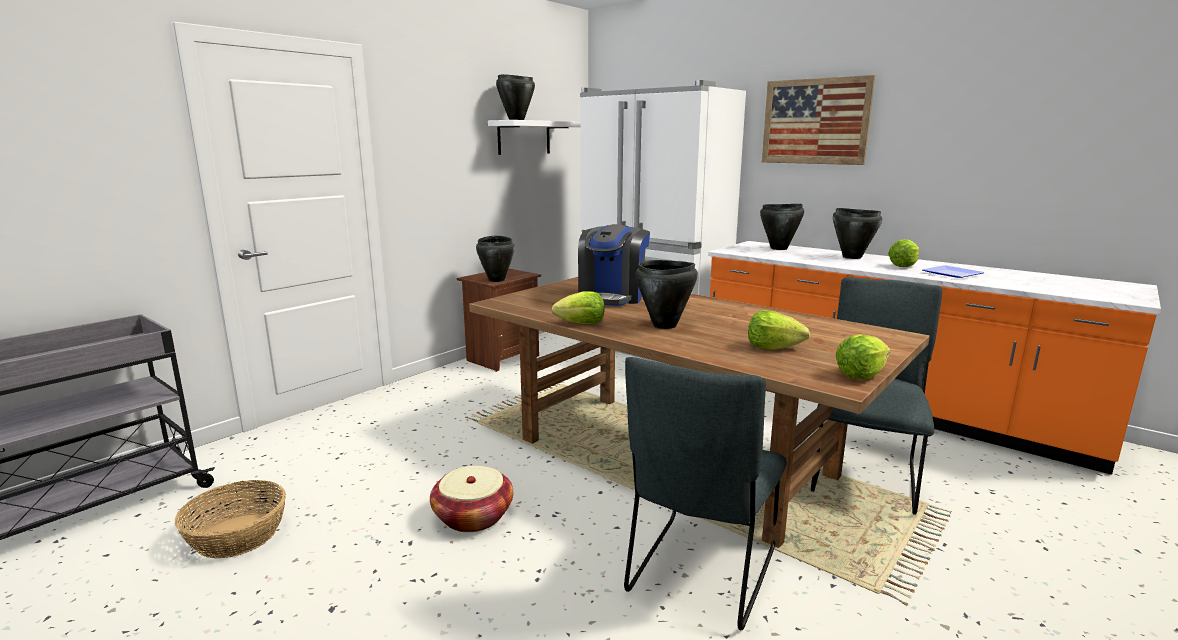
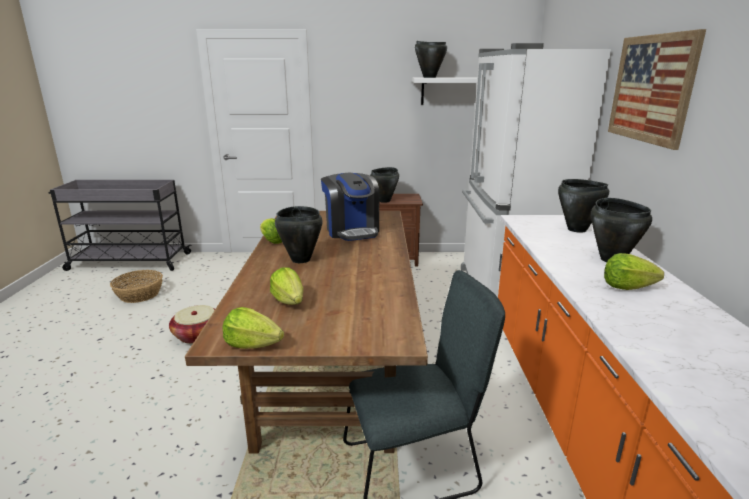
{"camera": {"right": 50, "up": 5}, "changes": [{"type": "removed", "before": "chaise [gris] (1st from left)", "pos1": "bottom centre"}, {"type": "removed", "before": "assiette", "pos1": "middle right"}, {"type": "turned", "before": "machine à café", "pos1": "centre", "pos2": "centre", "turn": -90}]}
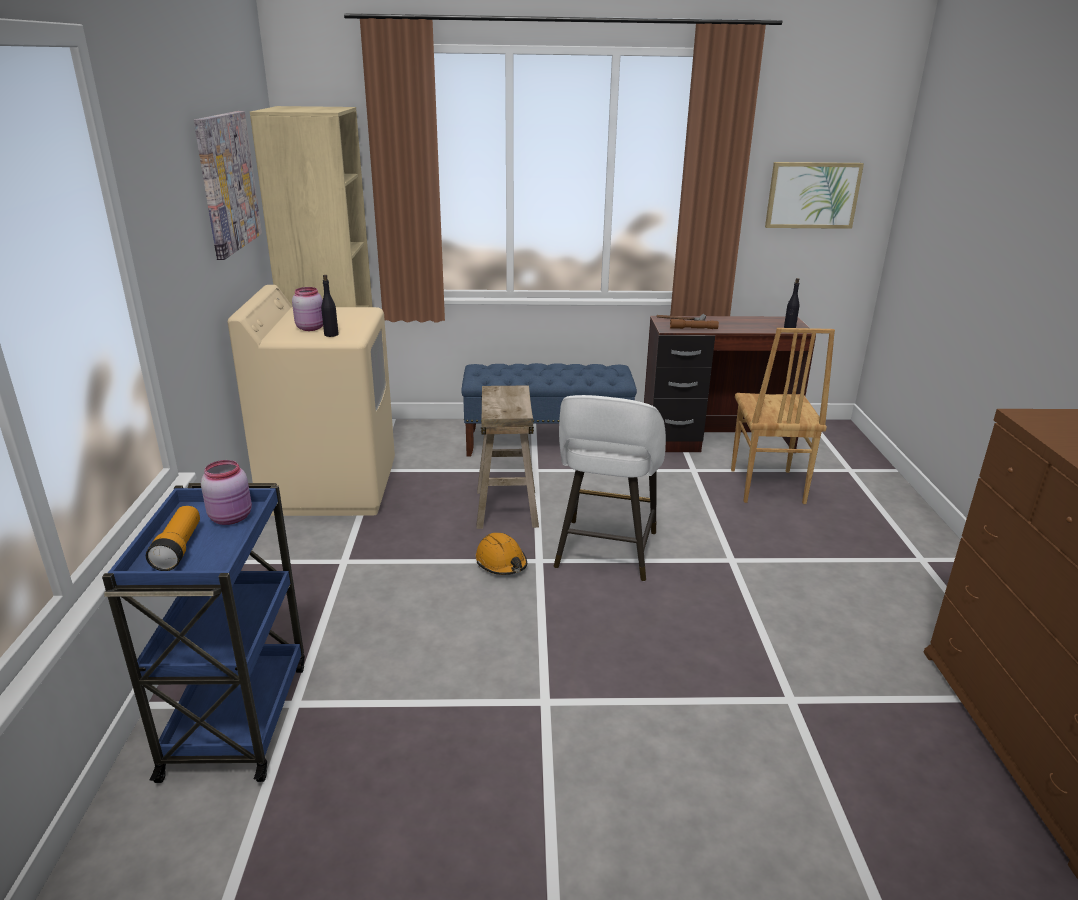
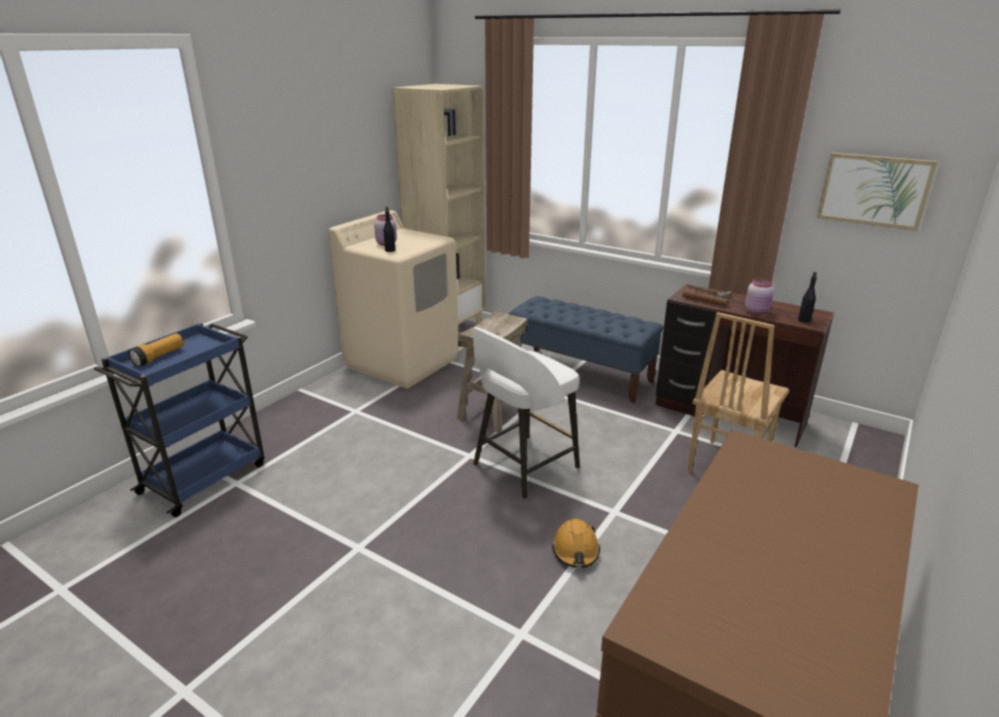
{"camera": {"right": 35, "up": 0}, "changes": [{"type": "removed", "before": "tableau (1st from left)", "pos1": "top left"}, {"type": "moved", "before": "bocal [rose] (1st from left in the first image)", "after": "bocal [rose] (2nd from left)", "pos1": "middle left", "pos2": "middle right"}, {"type": "moved", "before": "casque de chantier [orange]", "pos1": "centre", "pos2": "bottom centre"}]}
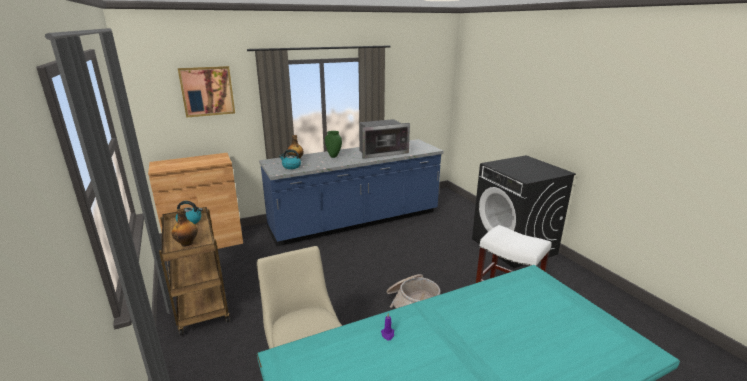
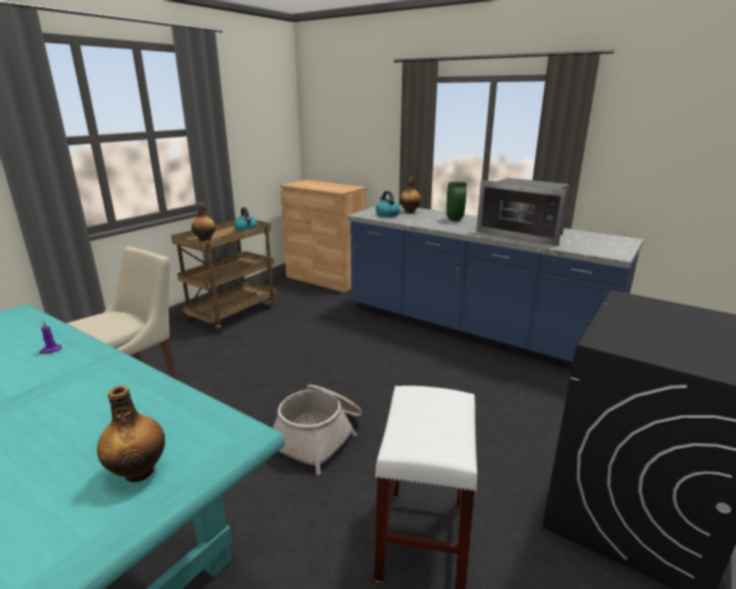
{"camera": {"right": 60, "up": 0}, "changes": [{"type": "removed", "before": "tableau", "pos1": "top left"}, {"type": "added", "after": "bouteille (1st from left)", "pos2": "bottom left"}]}
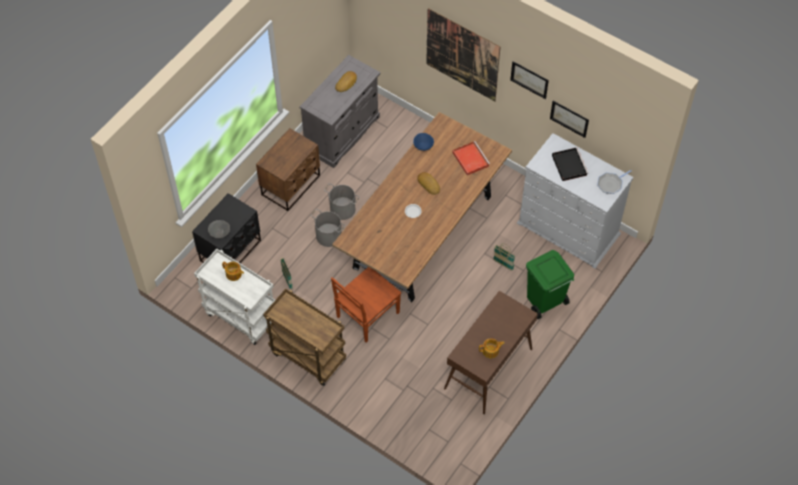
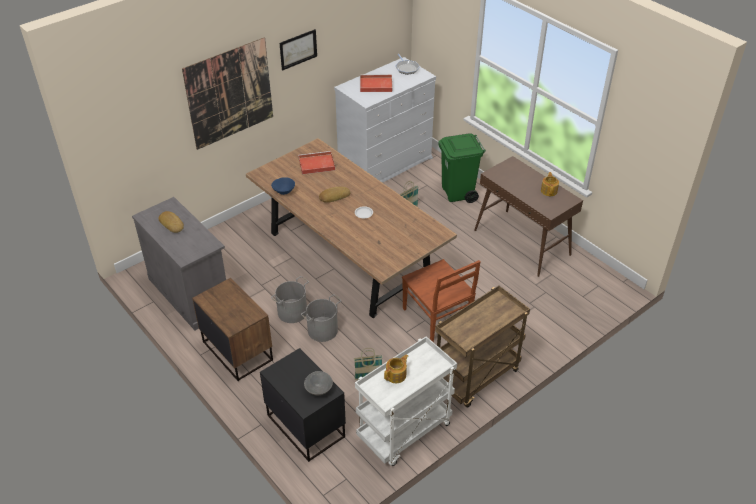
{"camera": {"right": -75, "up": -15}, "changes": [{"type": "removed", "before": "tableau (3rd from left)", "pos1": "top right"}, {"type": "recoloured", "before": "plateau [noir]", "after": "plateau [rouge] (2nd from left)", "pos1": "middle right", "pos2": "top centre"}]}
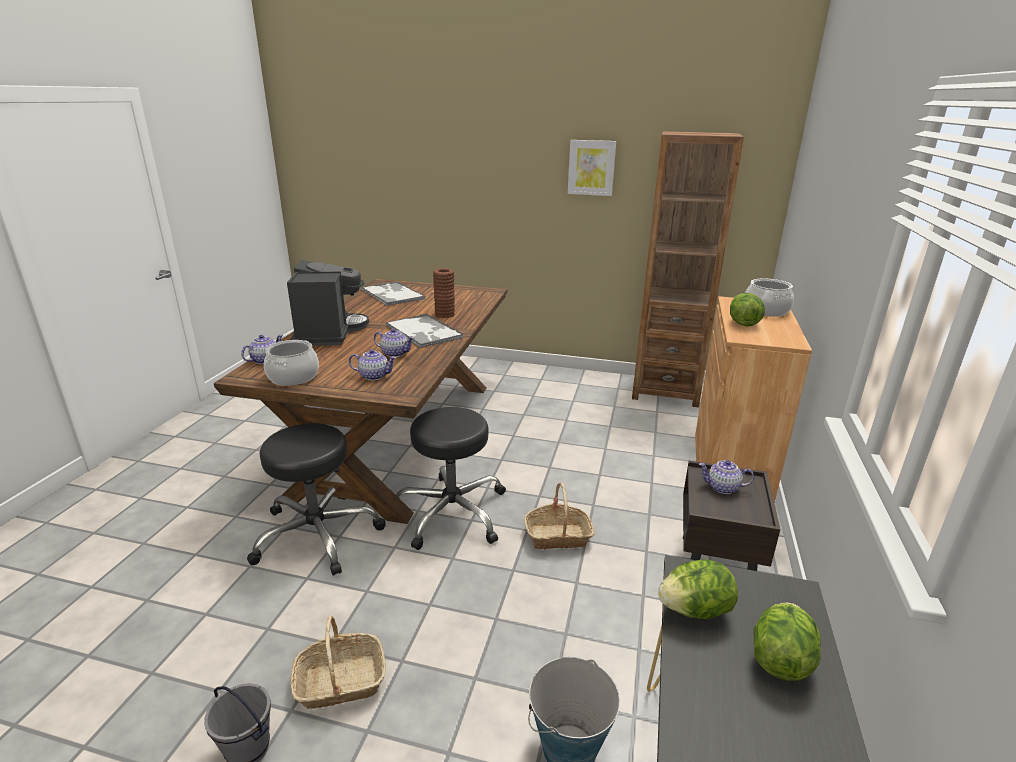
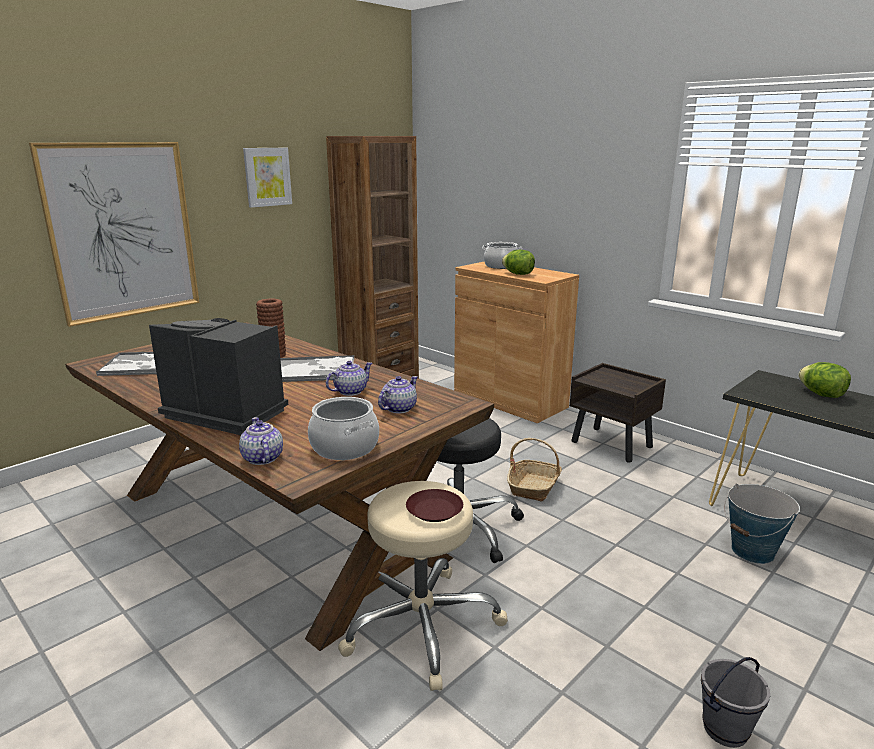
{"camera": {"right": -60, "up": -5}, "changes": [{"type": "removed", "before": "panier (1st from left)", "pos1": "bottom left"}, {"type": "removed", "before": "laitue (1st from left)", "pos1": "bottom right"}, {"type": "removed", "before": "théière (4th from left)", "pos1": "middle right"}, {"type": "added", "after": "tableau (1st from left)", "pos2": "top left"}, {"type": "added", "after": "assiette [marron]", "pos2": "bottom centre"}, {"type": "recoloured", "before": "tabouret [noir] (1st from left)", "after": "tabouret [beige]", "pos1": "middle left", "pos2": "bottom centre"}]}
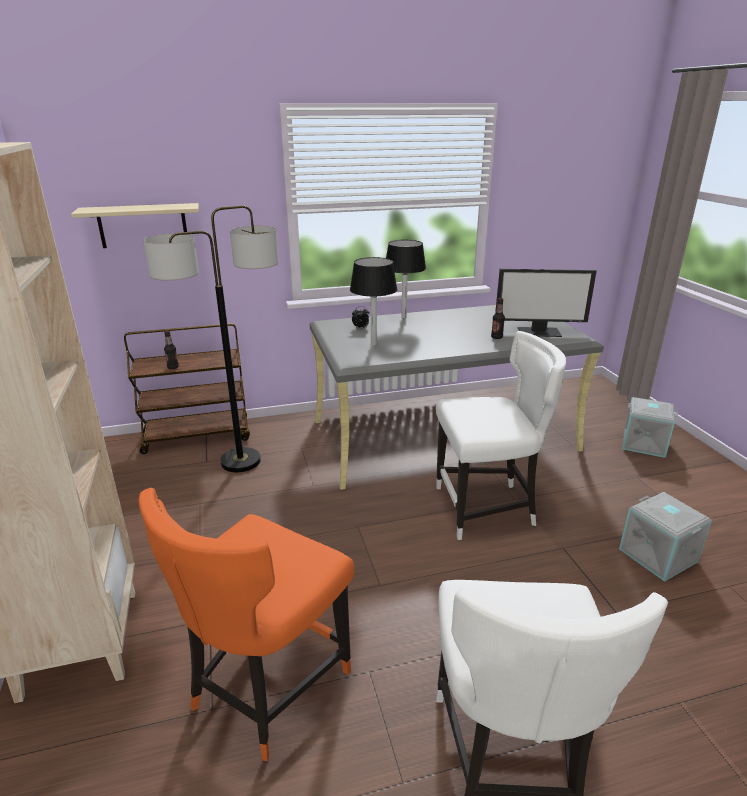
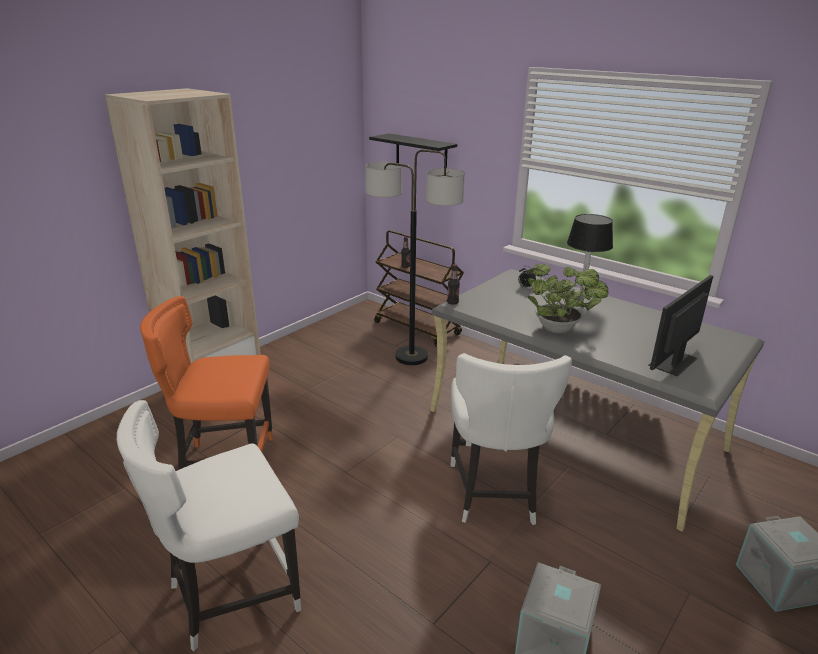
{"camera": {"right": 55, "up": 0}, "changes": [{"type": "removed", "before": "lampe de table [noir] (1st from left)", "pos1": "centre"}, {"type": "added", "after": "plante en pot", "pos2": "middle right"}, {"type": "moved", "before": "bouteille (2nd from left)", "pos1": "middle right", "pos2": "centre"}, {"type": "recoloured", "before": "étagère [beige]", "after": "étagère [noir]", "pos1": "top left", "pos2": "top centre"}, {"type": "turned", "before": "chaise [blanc] (1st from left in the first image)", "pos1": "middle right", "pos2": "bottom centre", "turn": 45}, {"type": "turned", "before": "écran d'ordinateur", "pos1": "middle right", "pos2": "middle right", "turn": 75}]}
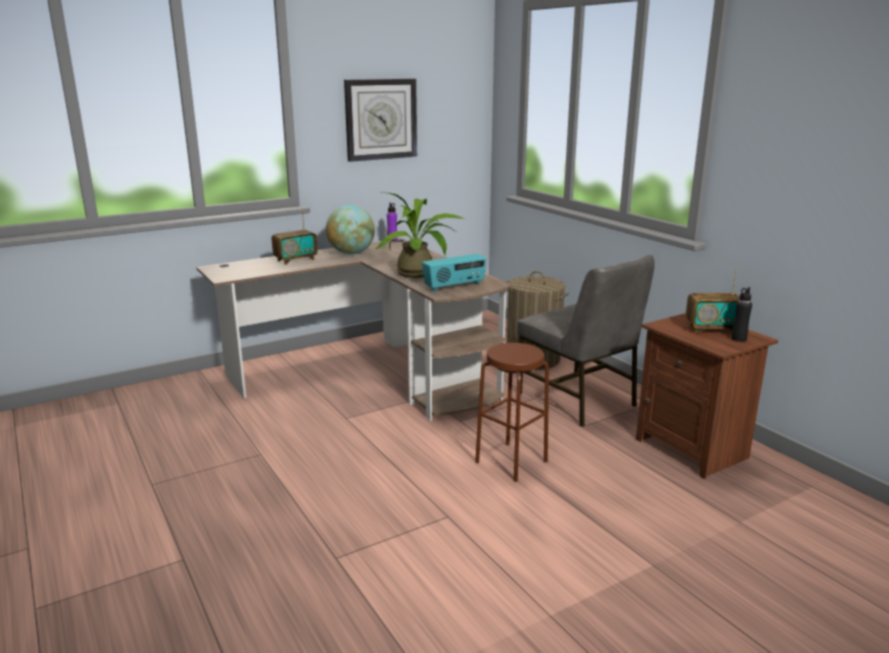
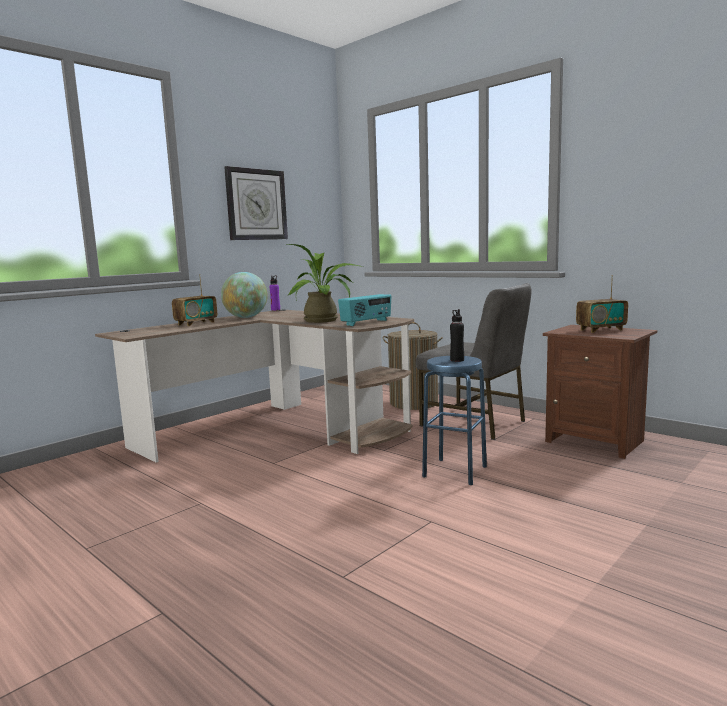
{"camera": {"right": -15, "up": -10}, "changes": [{"type": "moved", "before": "bouteille [noir]", "pos1": "middle right", "pos2": "centre"}, {"type": "recoloured", "before": "tabouret [marron]", "after": "tabouret [bleu]", "pos1": "centre", "pos2": "centre"}]}
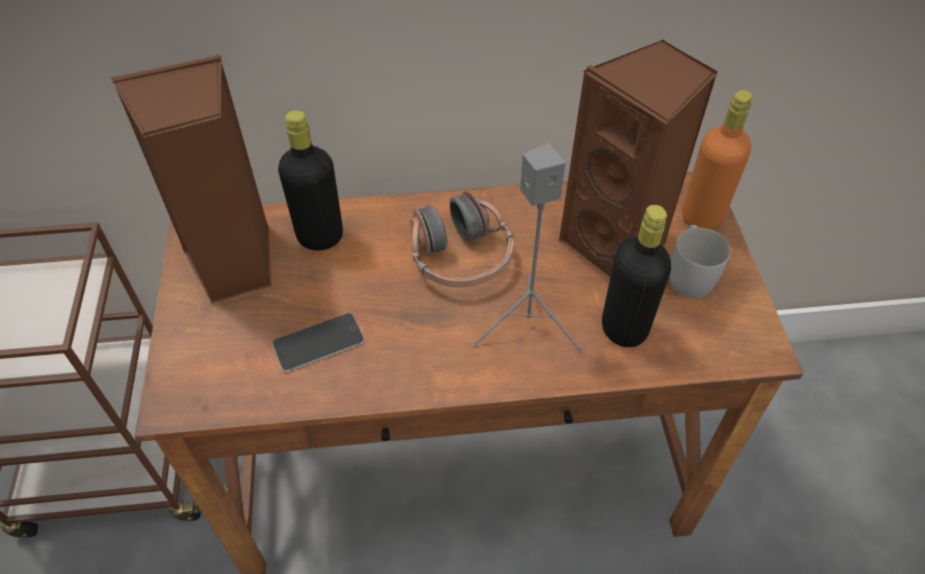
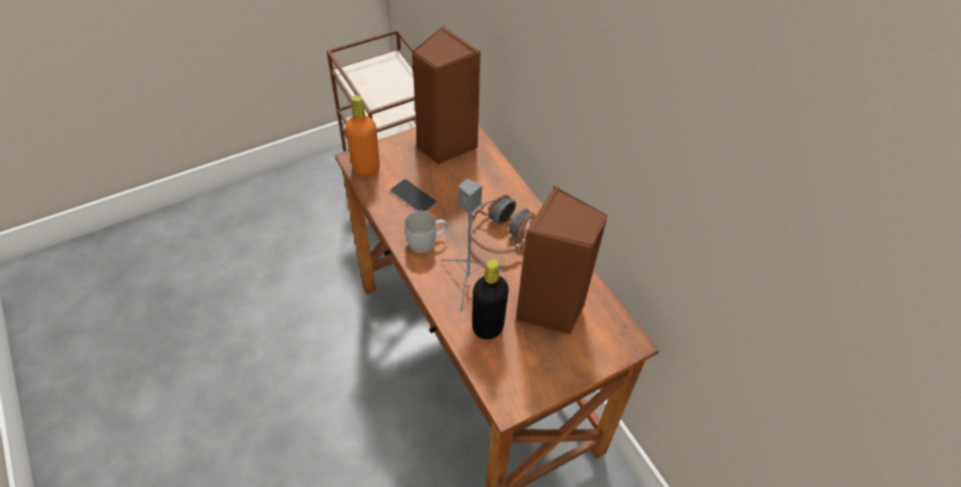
{"camera": {"right": 65, "up": 0}, "changes": [{"type": "removed", "before": "bouteille [noir] (1st from left)", "pos1": "top centre"}, {"type": "moved", "before": "mug [blanc]", "pos1": "middle right", "pos2": "centre"}, {"type": "moved", "before": "bouteille [orange]", "pos1": "top right", "pos2": "top centre"}]}
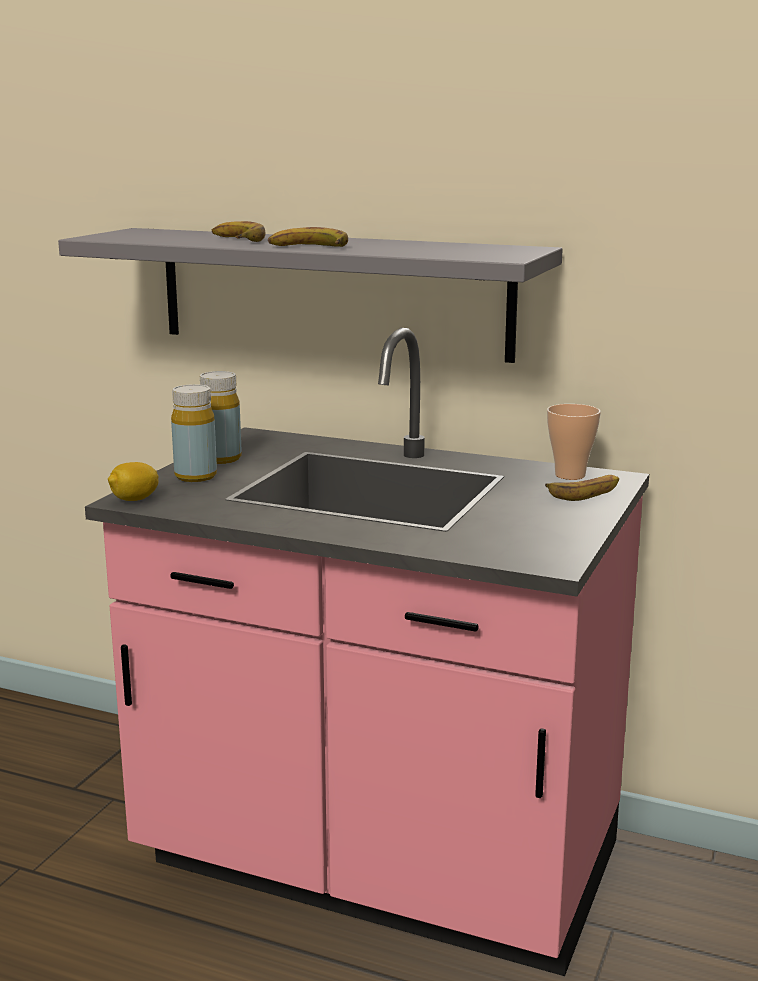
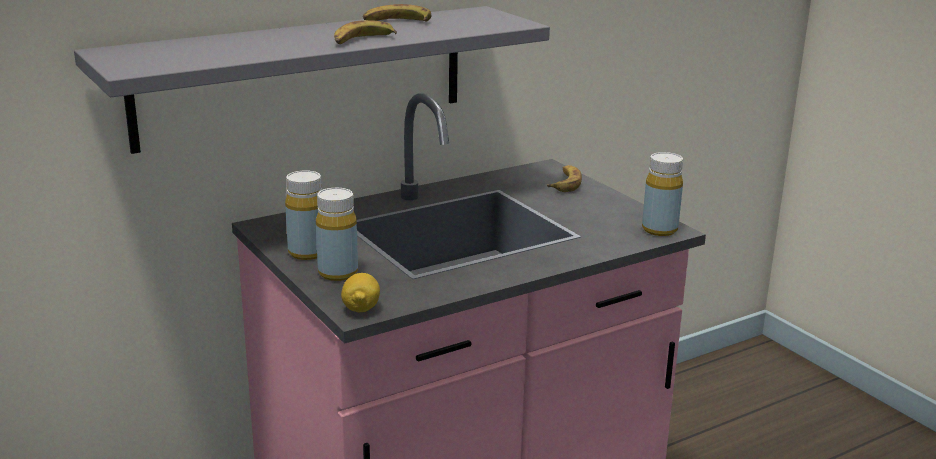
{"camera": {"right": -55, "up": 5}, "changes": [{"type": "removed", "before": "tasse", "pos1": "middle right"}, {"type": "added", "after": "bouteille [jaune] (3rd from left)", "pos2": "middle right"}, {"type": "moved", "before": "banane (1st from left in the first image)", "after": "banane (2nd from left)", "pos1": "top left", "pos2": "top centre"}]}
